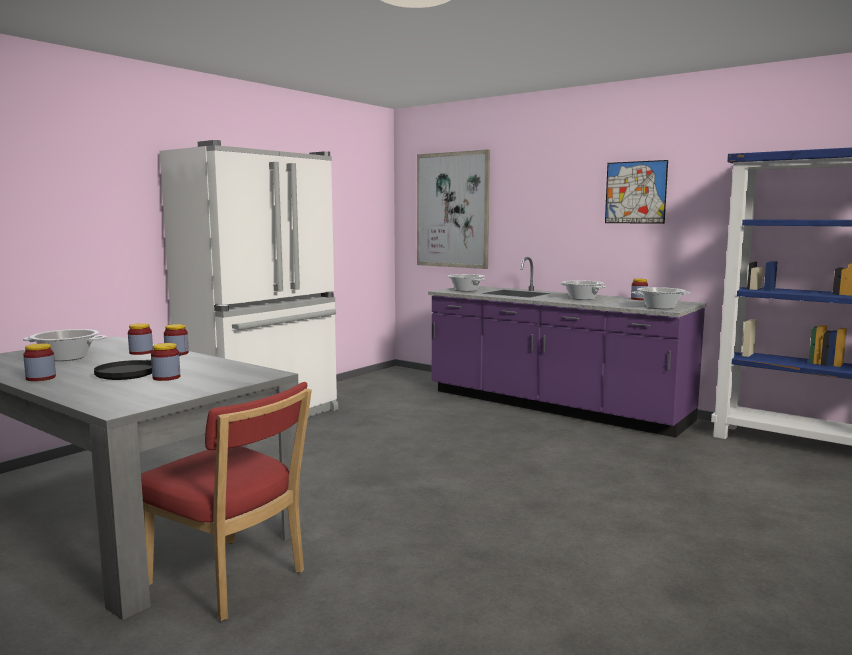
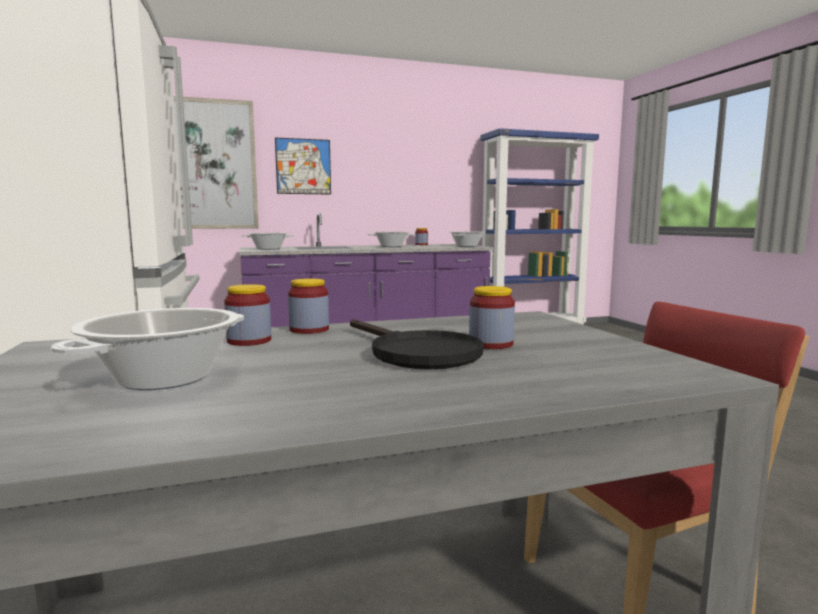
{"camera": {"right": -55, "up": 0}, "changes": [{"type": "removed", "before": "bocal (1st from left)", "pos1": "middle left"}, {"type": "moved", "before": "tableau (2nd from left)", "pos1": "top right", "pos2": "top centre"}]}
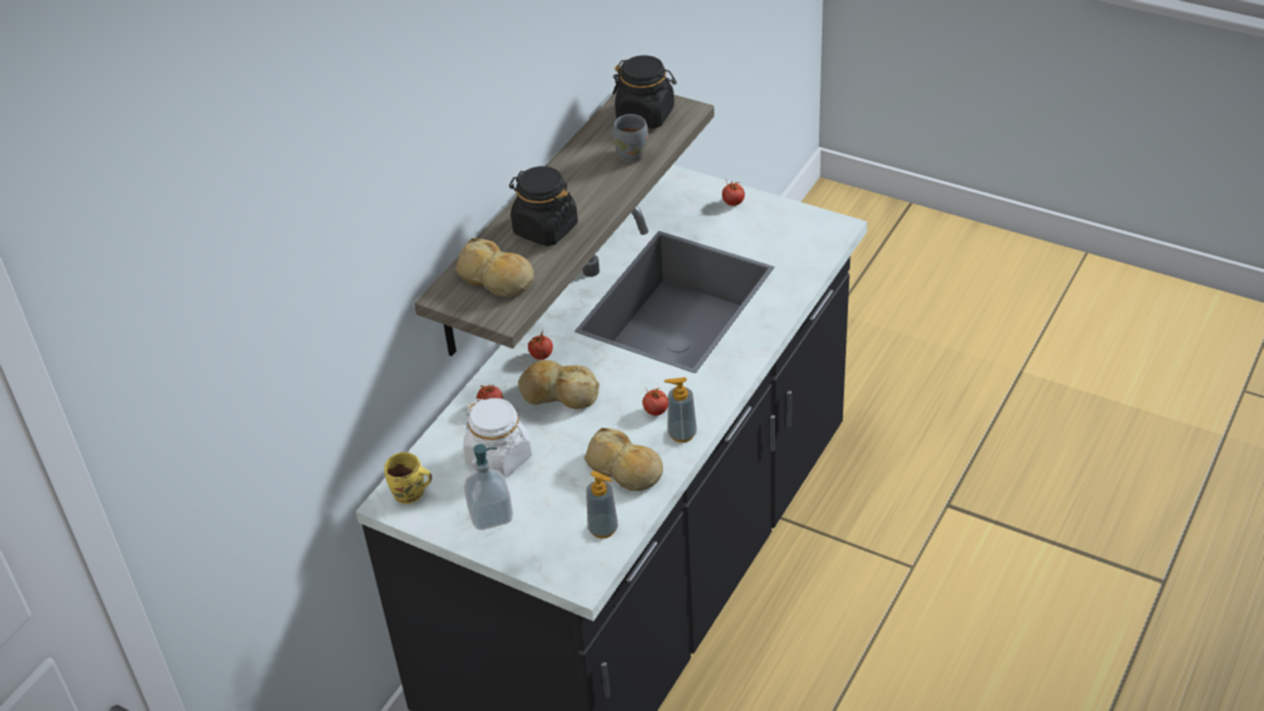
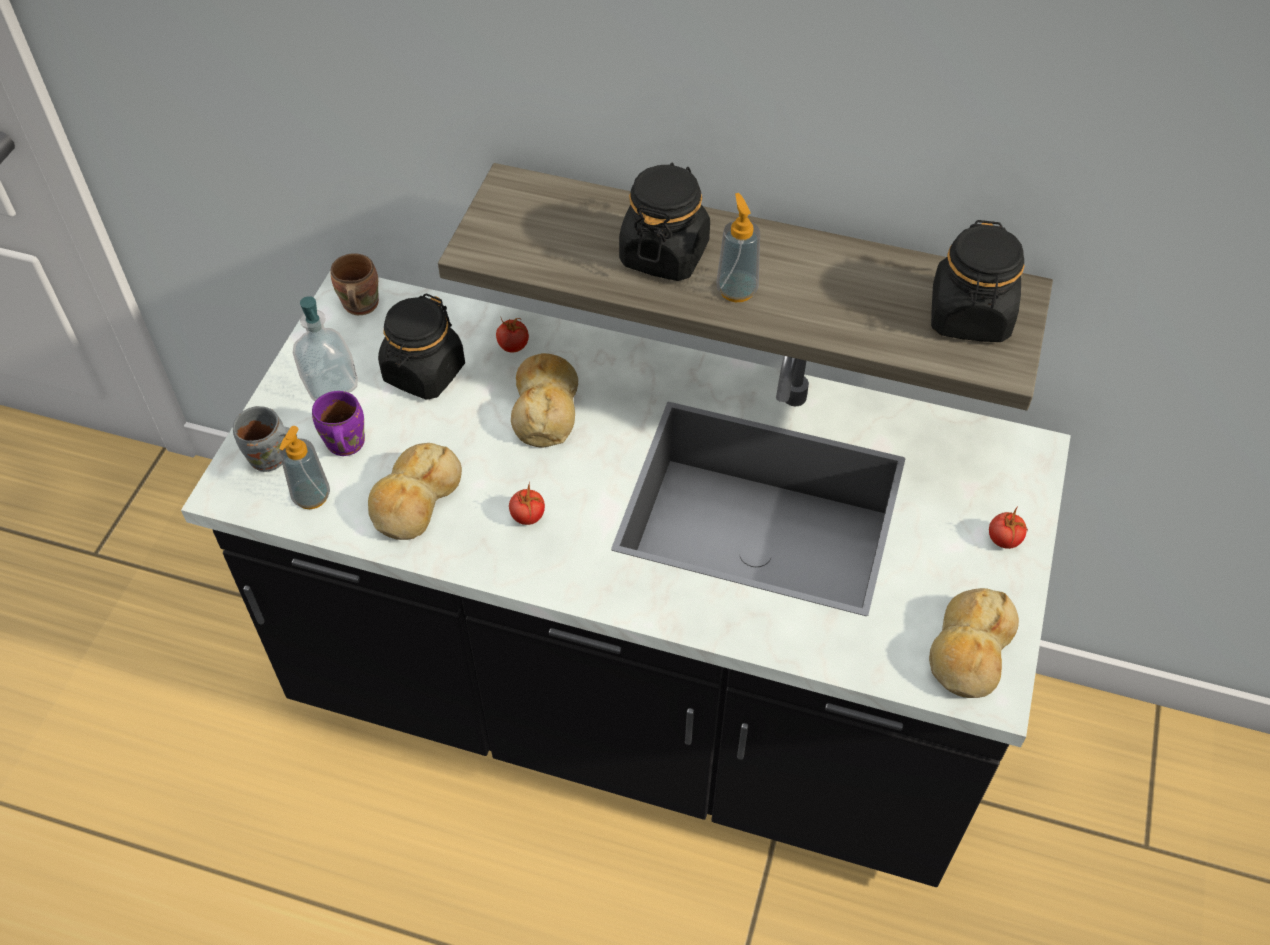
{"camera": {"right": 75, "up": 10}, "changes": [{"type": "removed", "before": "tomate (2nd from left)", "pos1": "centre"}, {"type": "added", "after": "mug [violet]", "pos2": "middle left"}, {"type": "moved", "before": "pain (1st from left in the first image)", "after": "pain (3rd from left)", "pos1": "centre", "pos2": "bottom right"}, {"type": "moved", "before": "mug [gris]", "pos1": "top centre", "pos2": "middle left"}, {"type": "moved", "before": "distributeur de savon (3rd from left)", "pos1": "centre", "pos2": "top centre"}, {"type": "recoloured", "before": "mug [jaune]", "after": "mug [marron]", "pos1": "bottom left", "pos2": "top left"}, {"type": "recoloured", "before": "bocal [blanc]", "after": "bocal [noir] (1st from left)", "pos1": "centre", "pos2": "middle left"}]}
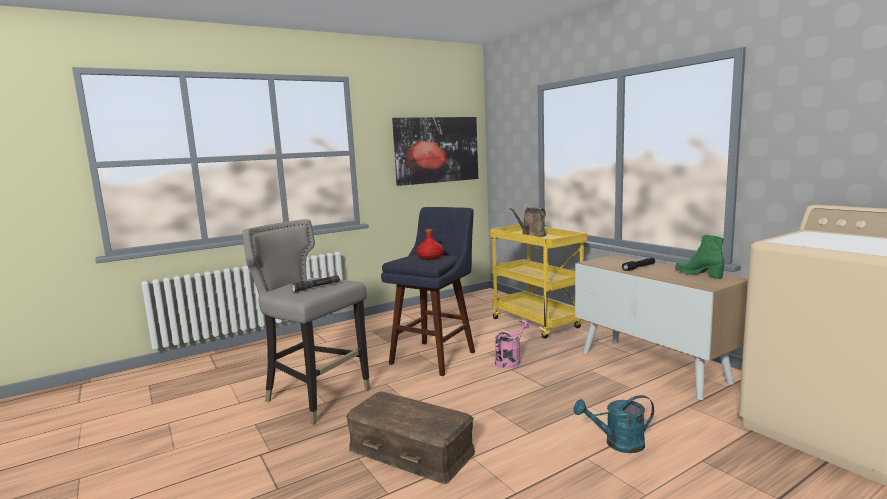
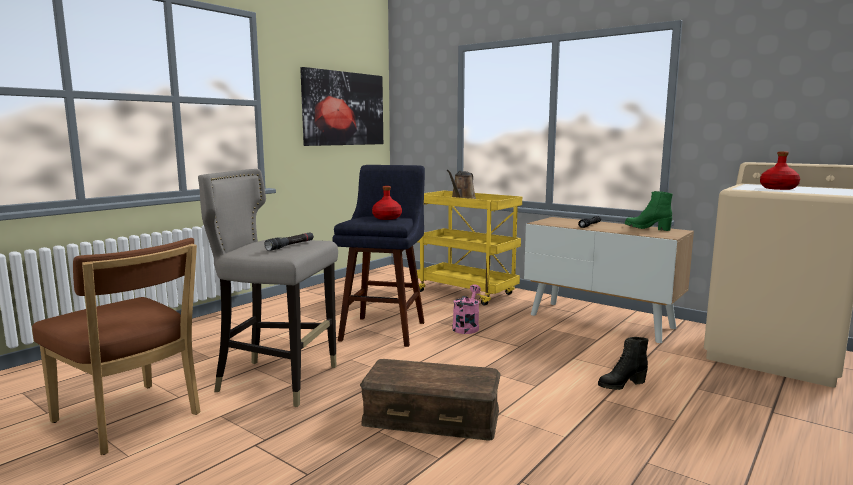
{"camera": {"right": -20, "up": 0}, "changes": [{"type": "added", "after": "chaise [marron]", "pos2": "bottom left"}, {"type": "added", "after": "bouteille [rouge] (2nd from left)", "pos2": "middle right"}, {"type": "replaced", "before": "arrosoir [turquoise]", "after": "botte [noir]", "pos1": "bottom right", "pos2": "bottom right"}]}
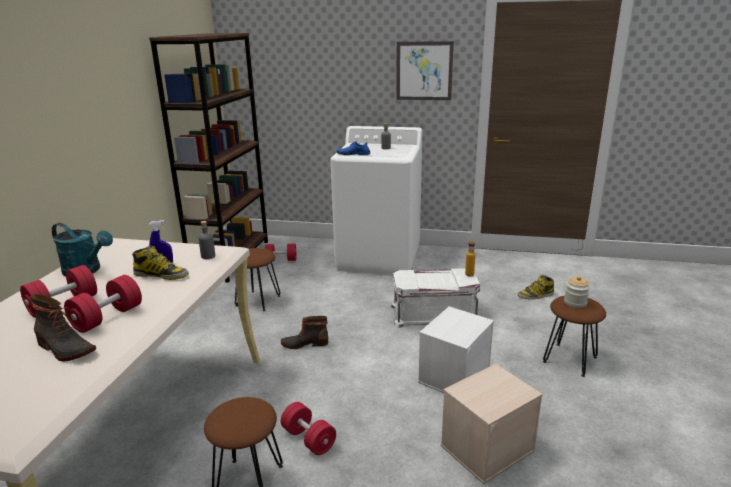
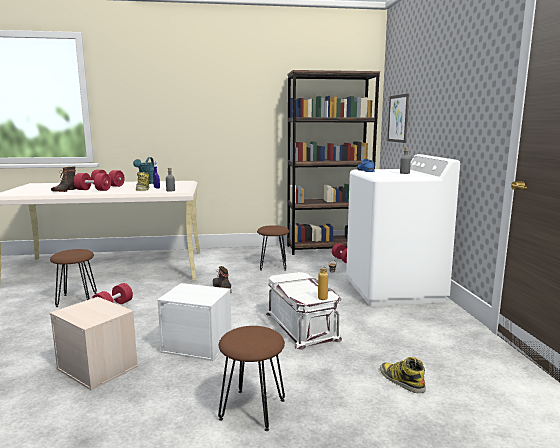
{"camera": {"right": 70, "up": -10}, "changes": [{"type": "removed", "before": "bocal", "pos1": "middle right"}, {"type": "moved", "before": "tableau", "pos1": "top centre", "pos2": "top right"}]}
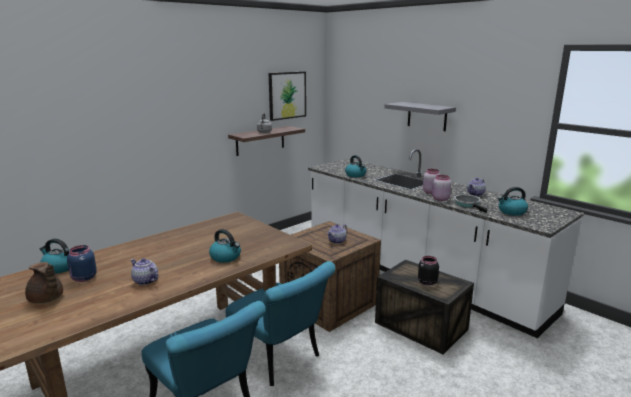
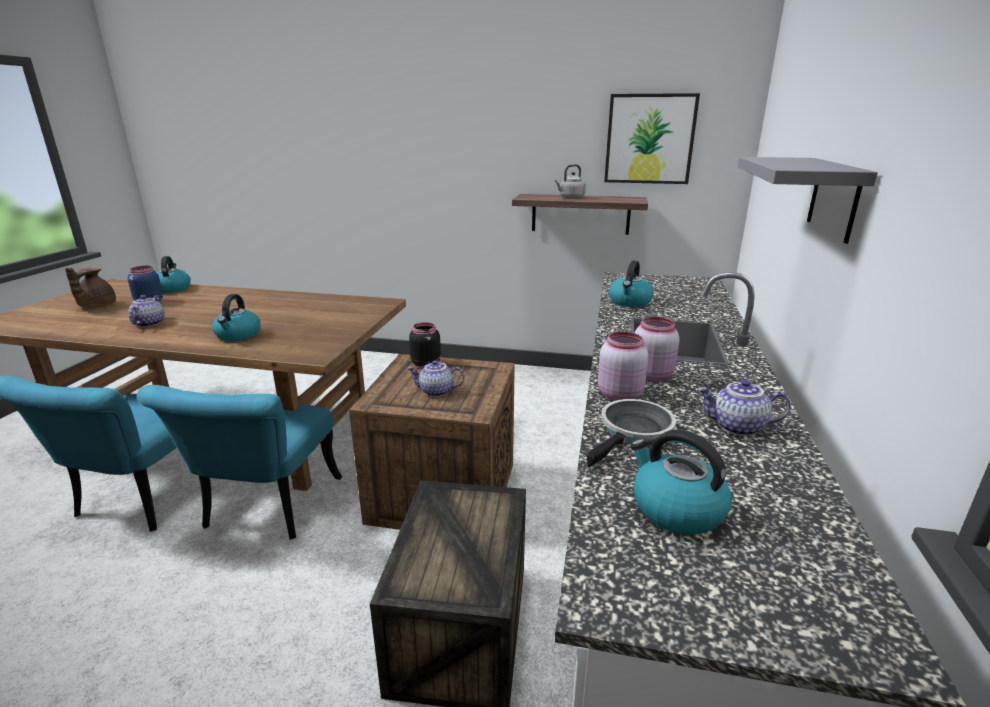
{"camera": {"right": 55, "up": 5}, "changes": [{"type": "moved", "before": "bocal [noir]", "pos1": "bottom right", "pos2": "centre"}]}
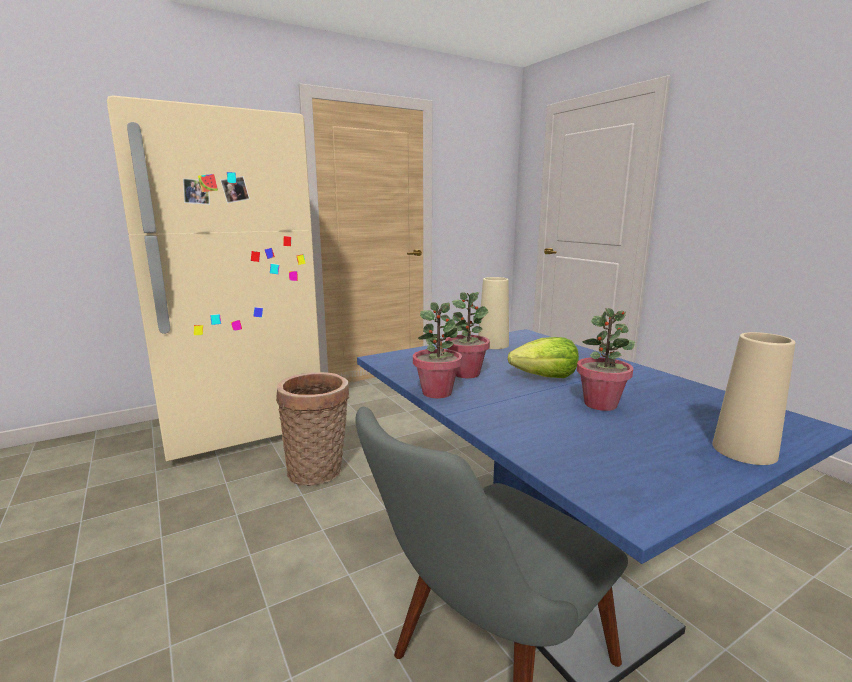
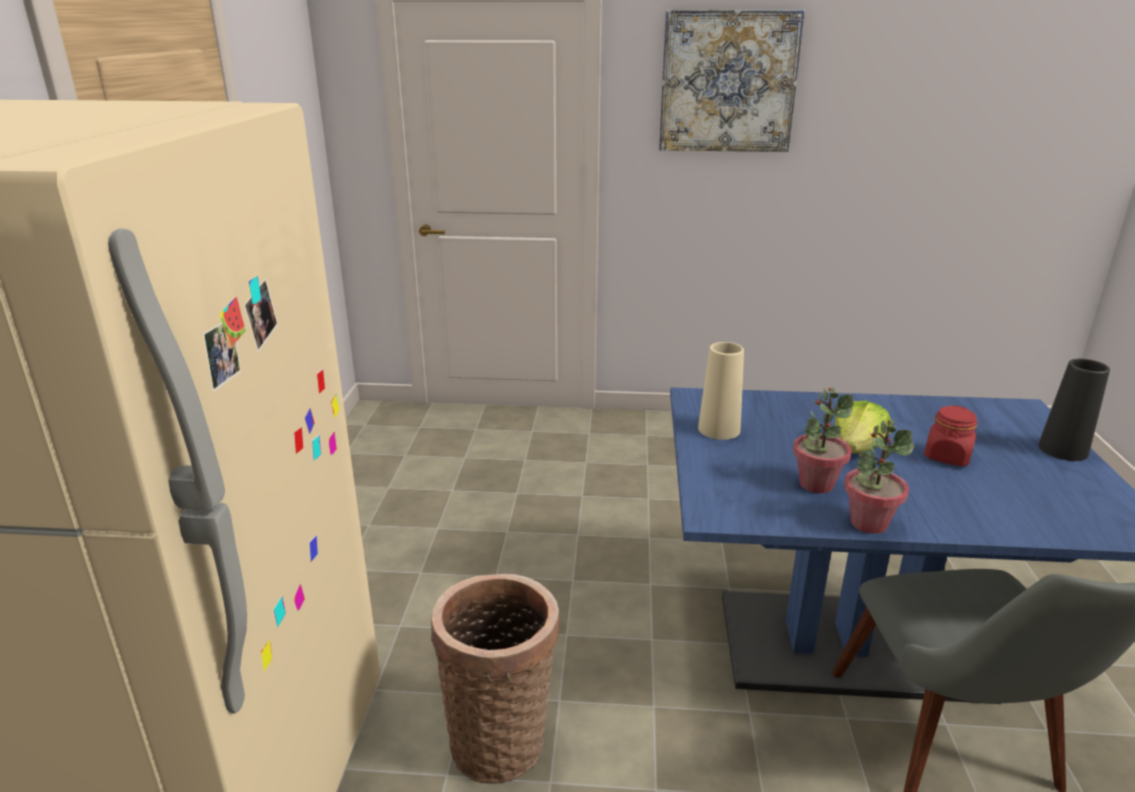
{"camera": {"right": -55, "up": 10}, "changes": [{"type": "added", "after": "tableau", "pos2": "top centre"}, {"type": "replaced", "before": "plante en pot (3rd from left)", "after": "bocal [rouge]", "pos1": "middle right", "pos2": "middle right"}, {"type": "recoloured", "before": "vase [beige] (2nd from left)", "after": "vase [noir]", "pos1": "middle right", "pos2": "middle right"}]}
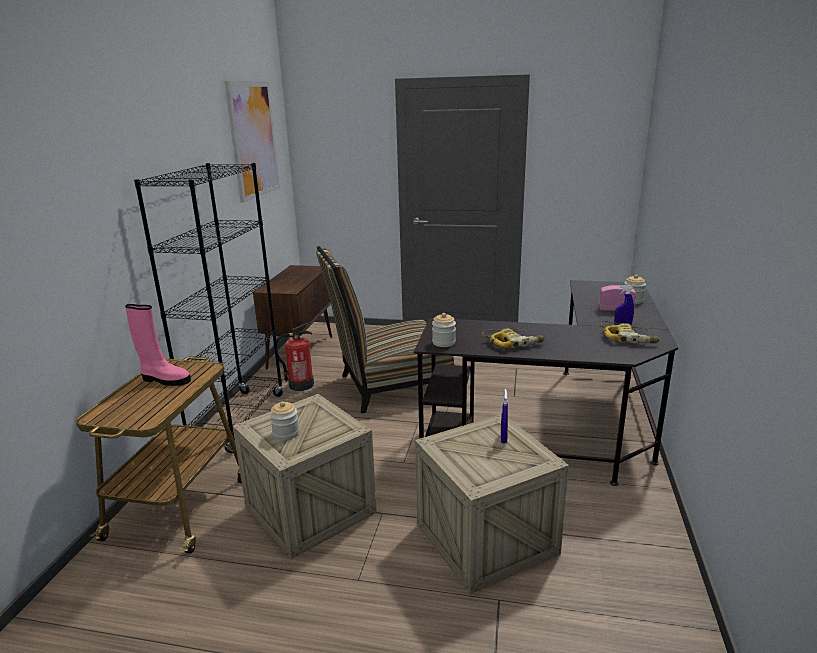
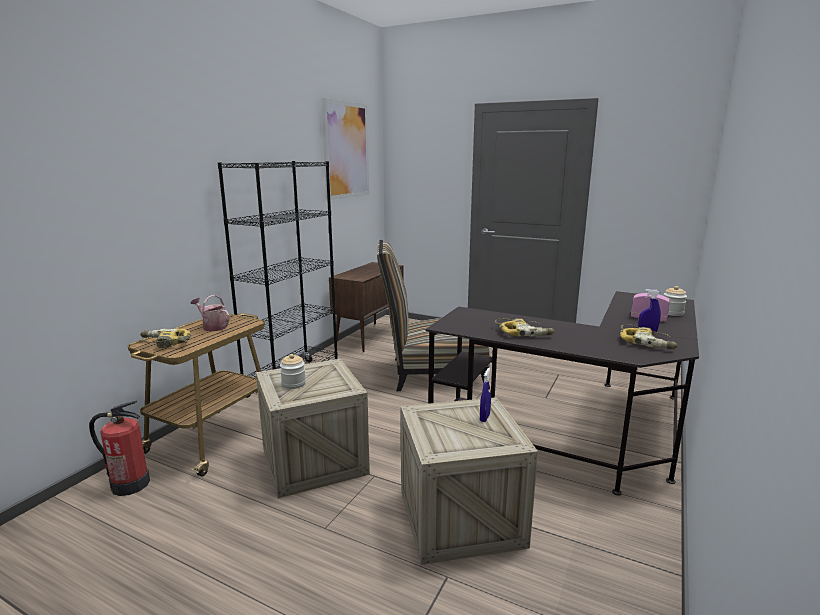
{"camera": {"right": 15, "up": -5}, "changes": [{"type": "removed", "before": "bocal (2nd from left)", "pos1": "centre"}, {"type": "added", "after": "perceuse (1st from left)", "pos2": "middle left"}, {"type": "moved", "before": "extincteur", "pos1": "centre", "pos2": "bottom left"}, {"type": "replaced", "before": "botte [rose]", "after": "arrosoir", "pos1": "middle left", "pos2": "middle left"}]}
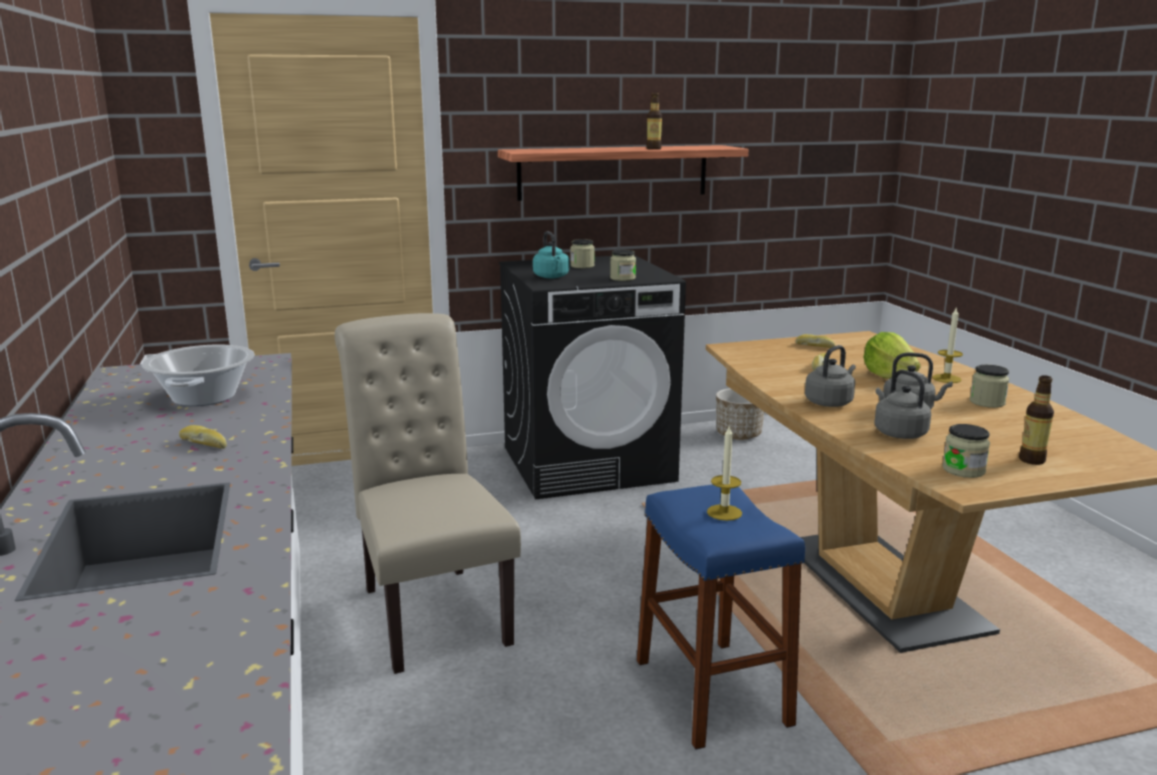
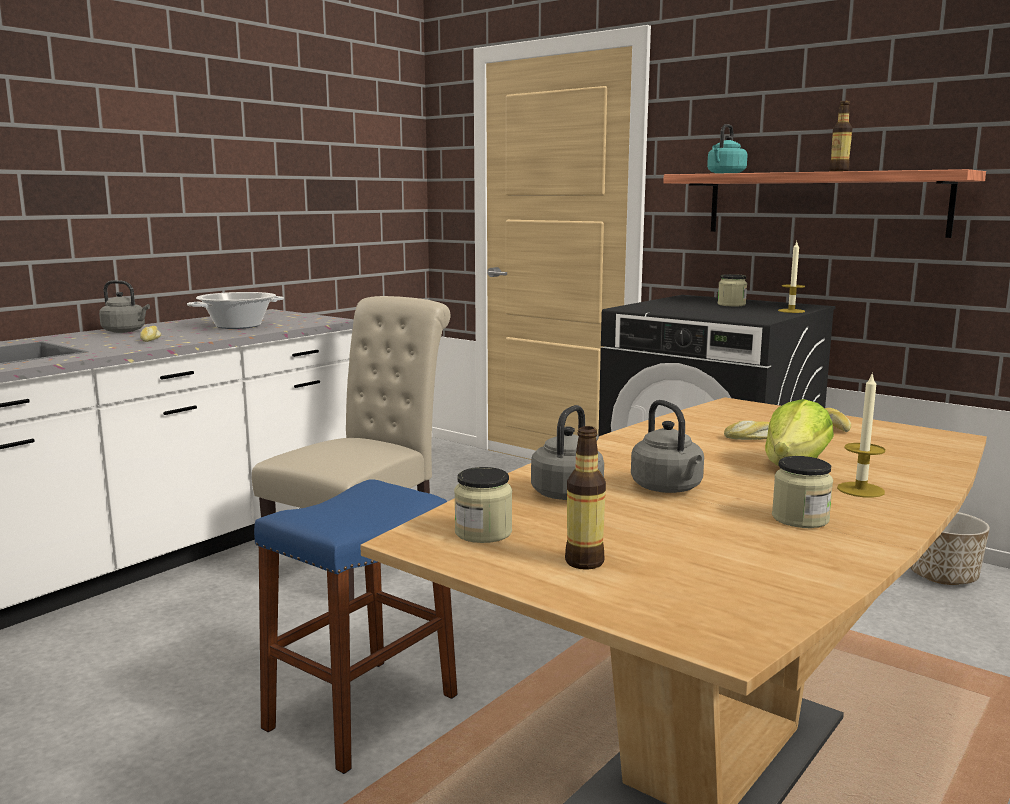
{"camera": {"right": 55, "up": -5}, "changes": [{"type": "removed", "before": "bocal (2nd from left)", "pos1": "centre"}, {"type": "moved", "before": "bouilloire [turquoise]", "pos1": "top centre", "pos2": "top right"}, {"type": "moved", "before": "bougie (1st from left)", "pos1": "centre", "pos2": "middle right"}, {"type": "moved", "before": "bouilloire [gris] (1st from left)", "pos1": "middle right", "pos2": "middle left"}]}
